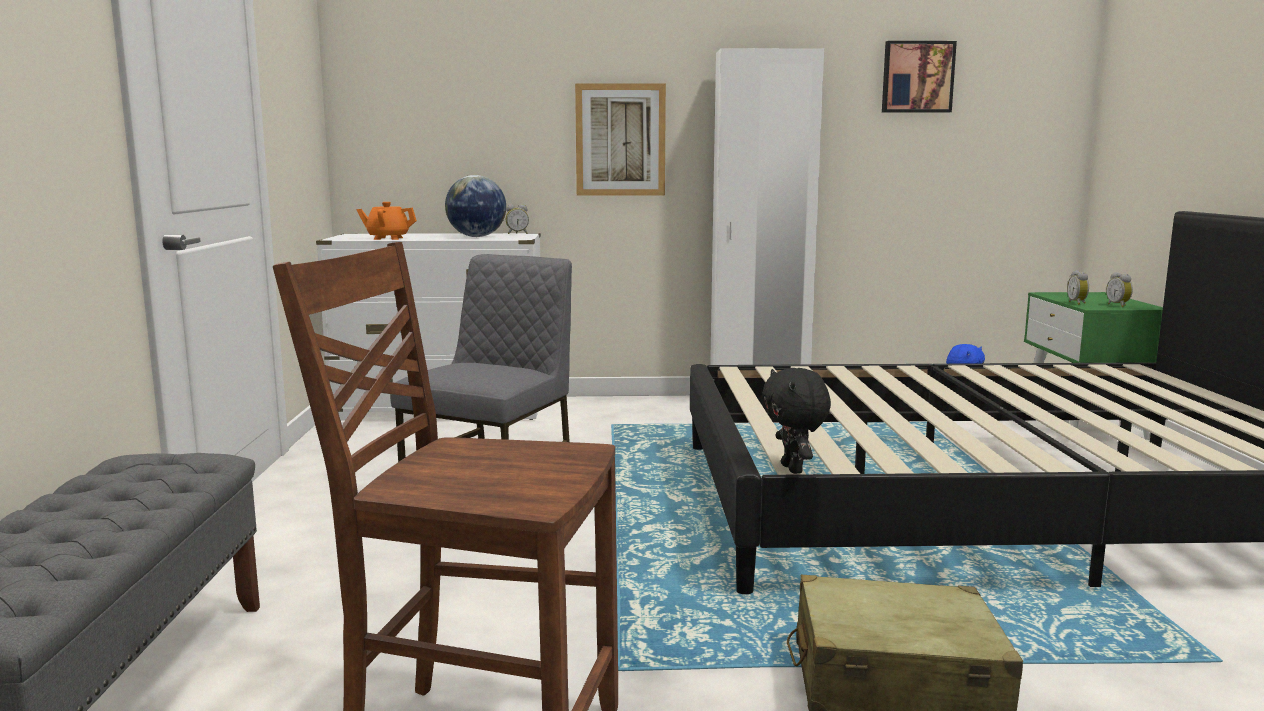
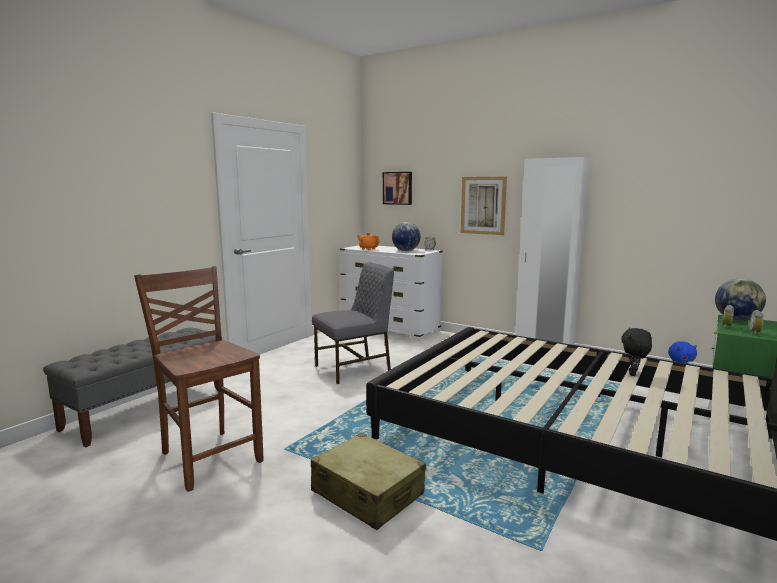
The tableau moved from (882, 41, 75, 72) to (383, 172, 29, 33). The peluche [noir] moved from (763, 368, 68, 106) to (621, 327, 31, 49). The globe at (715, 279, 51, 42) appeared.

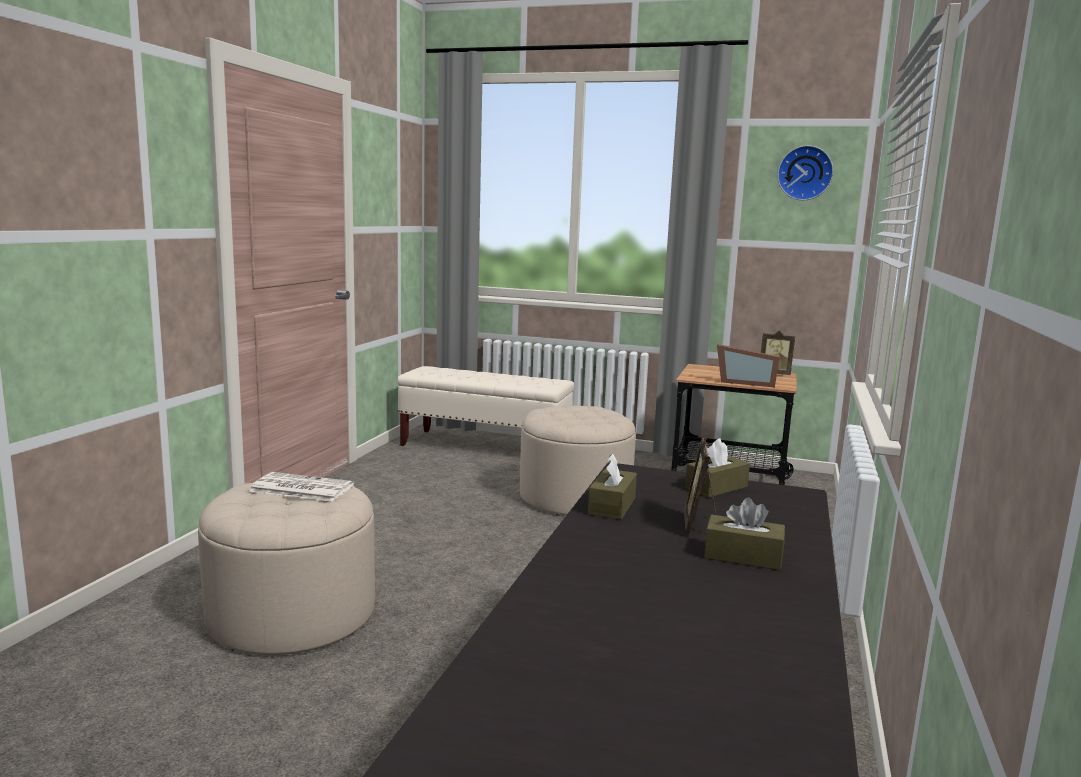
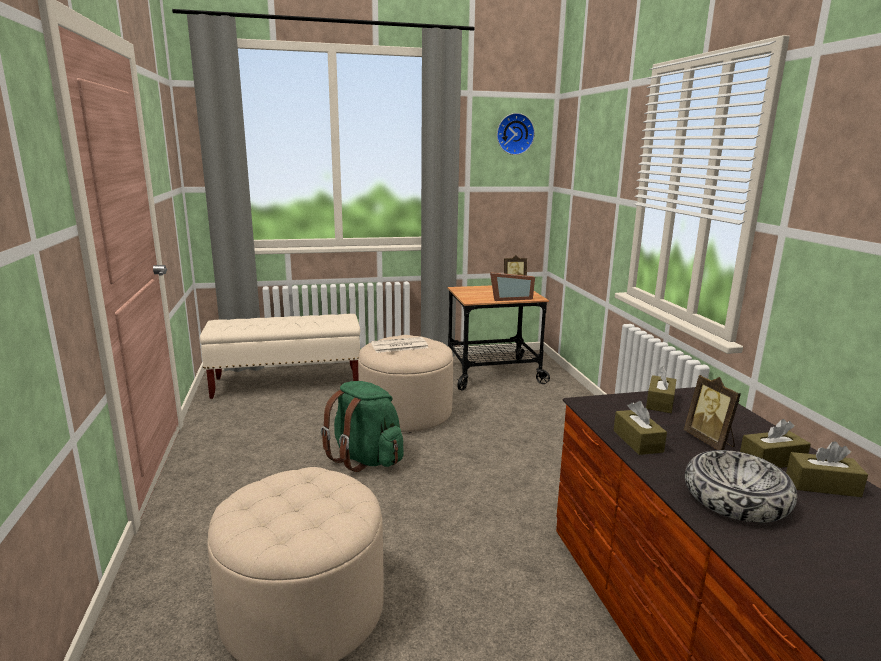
The sac à dos [vert] at (321, 381, 83, 91) appeared. The journal moved from (249, 472, 105, 29) to (371, 337, 57, 16). The bol at (685, 450, 112, 73) appeared. The boîte à mouchoirs [marron] at (786, 441, 82, 56) appeared.

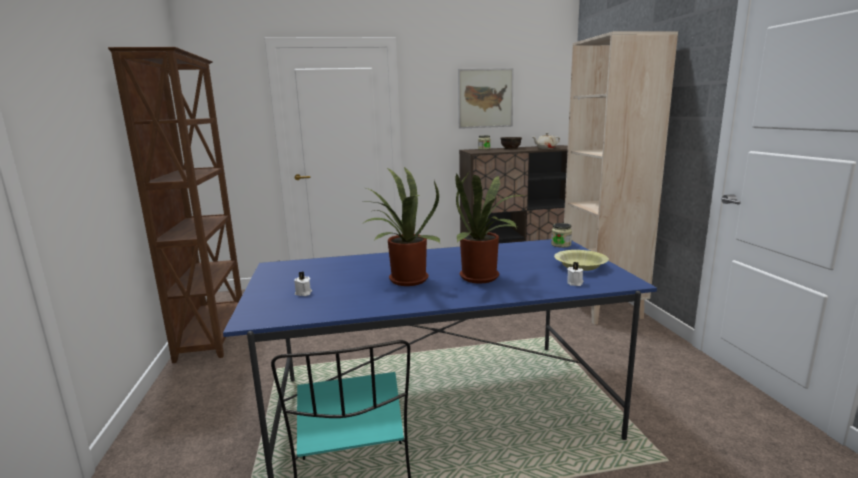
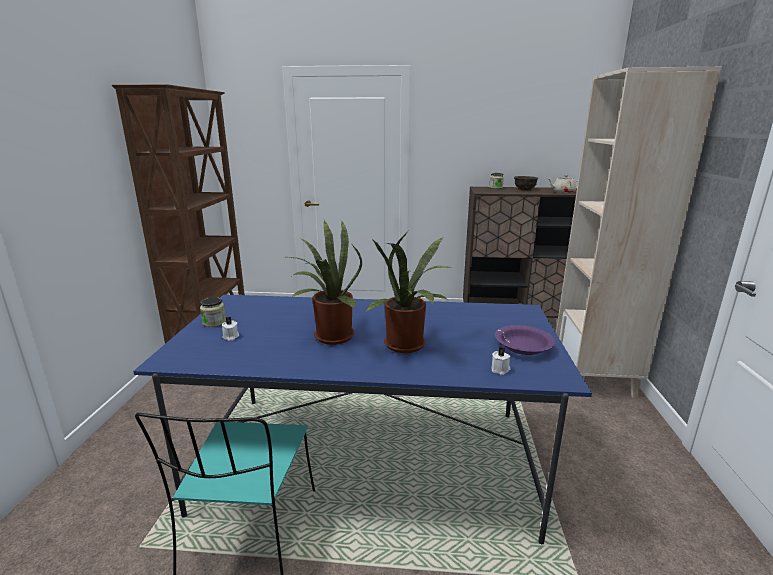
The bocal moved from (551, 223, 21, 25) to (200, 297, 26, 30). The bol [jaune] at (554, 250, 55, 21) became the bol [violet] at (495, 325, 61, 30). The tableau at (458, 68, 56, 61) disappeared.

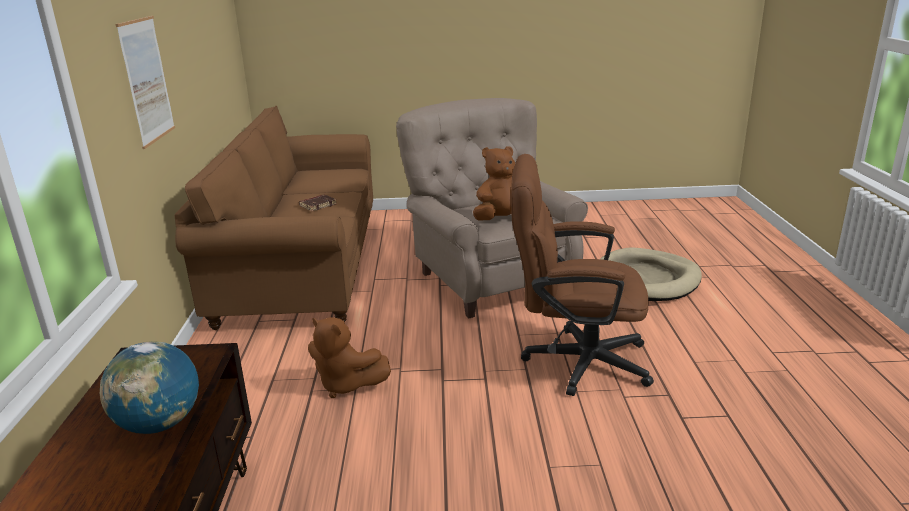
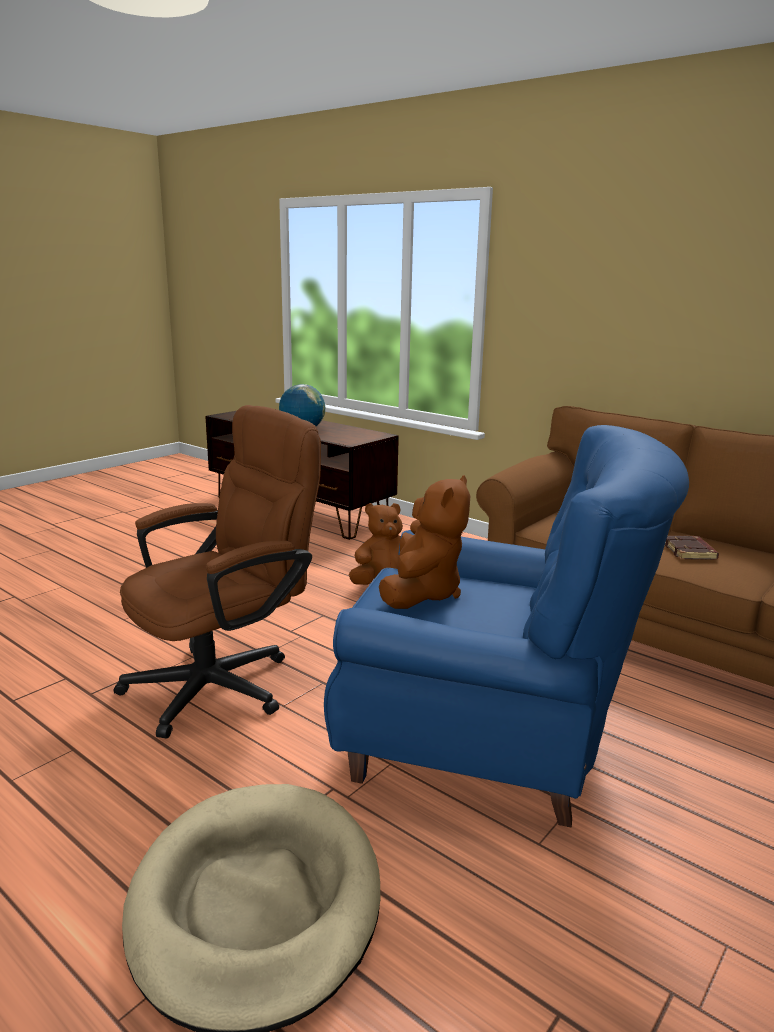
The fauteuil [beige] at (396, 98, 192, 221) became the fauteuil [bleu] at (324, 425, 365, 403). The tableau at (116, 16, 59, 133) disappeared.

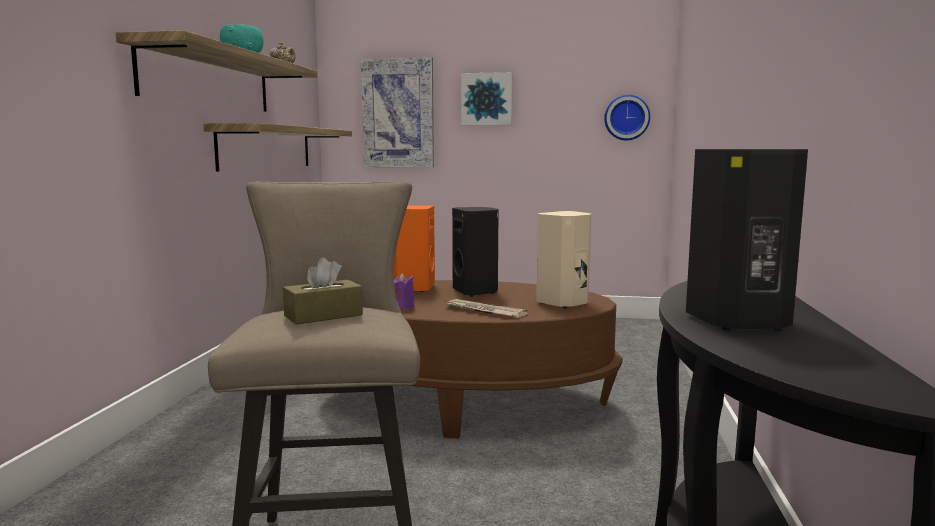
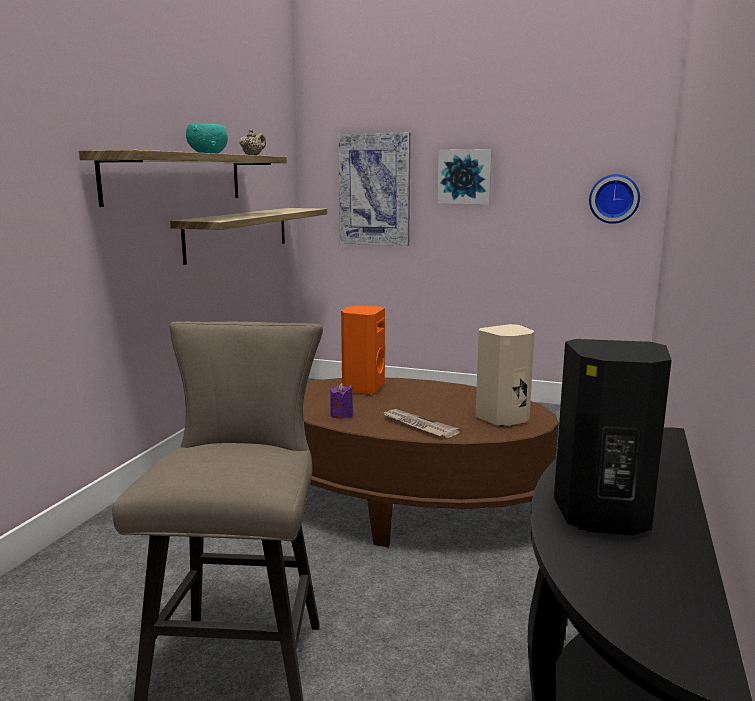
The boîte à mouchoirs [marron] at (283, 257, 80, 68) disappeared. The enceinte [noir] at (452, 207, 47, 90) disappeared.

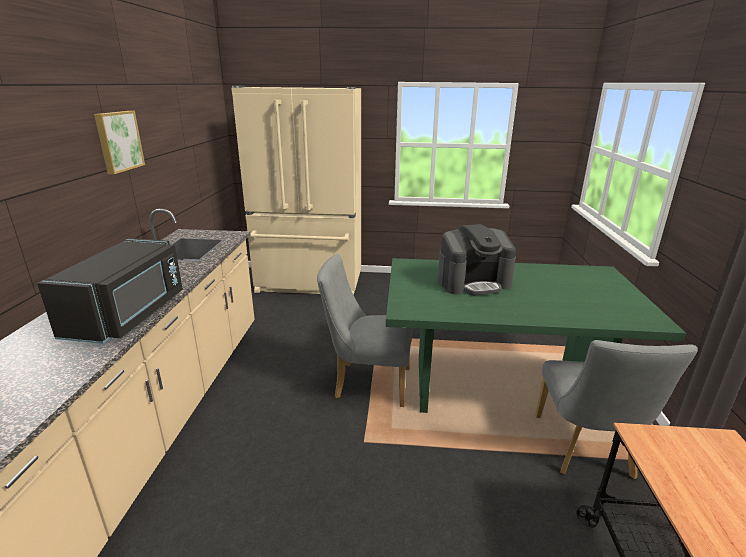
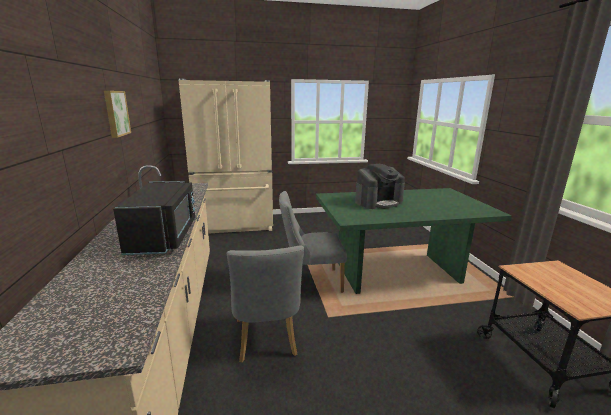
The chaise [gris] moved from (535, 340, 163, 139) to (227, 246, 77, 117).

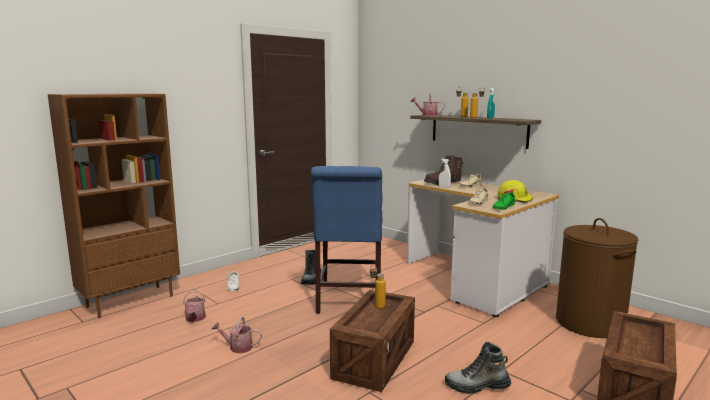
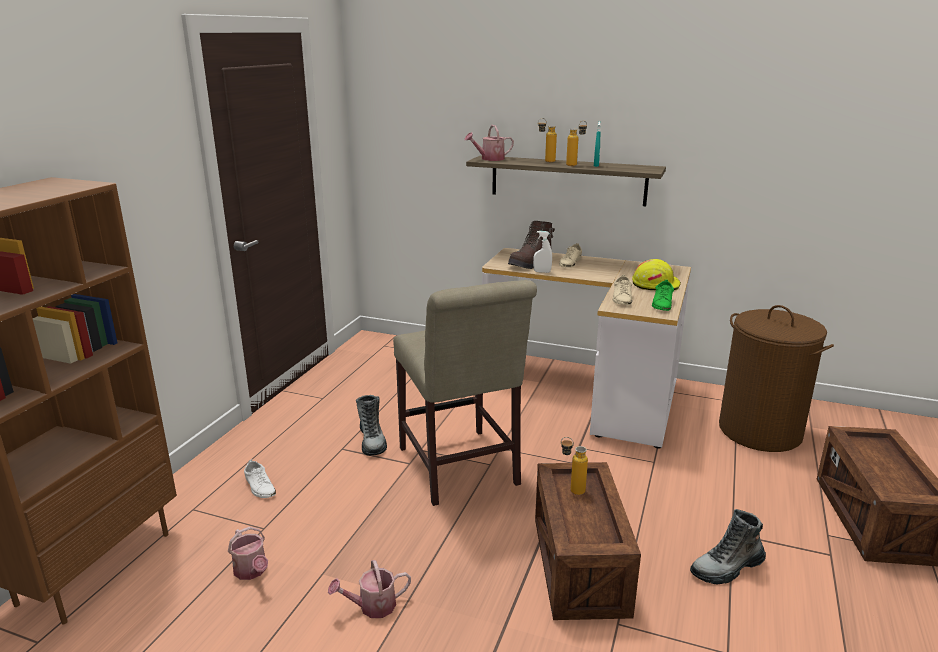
The chaise [bleu] at (311, 166, 72, 148) became the chaise [beige] at (393, 280, 144, 226).

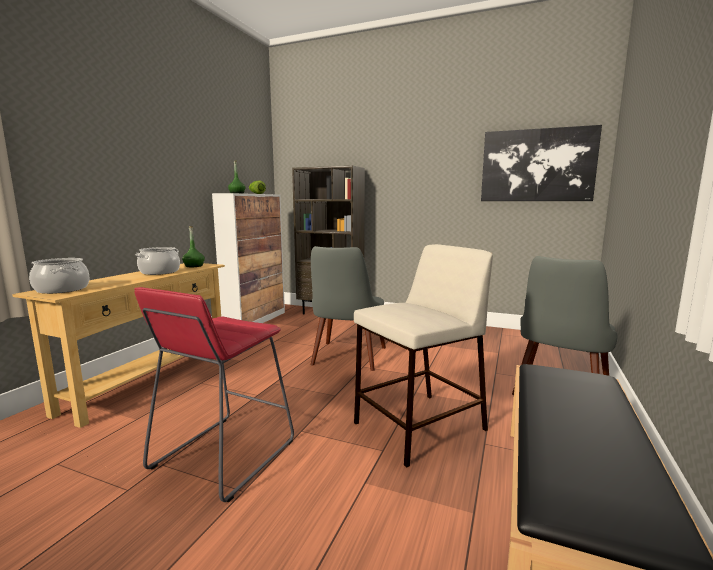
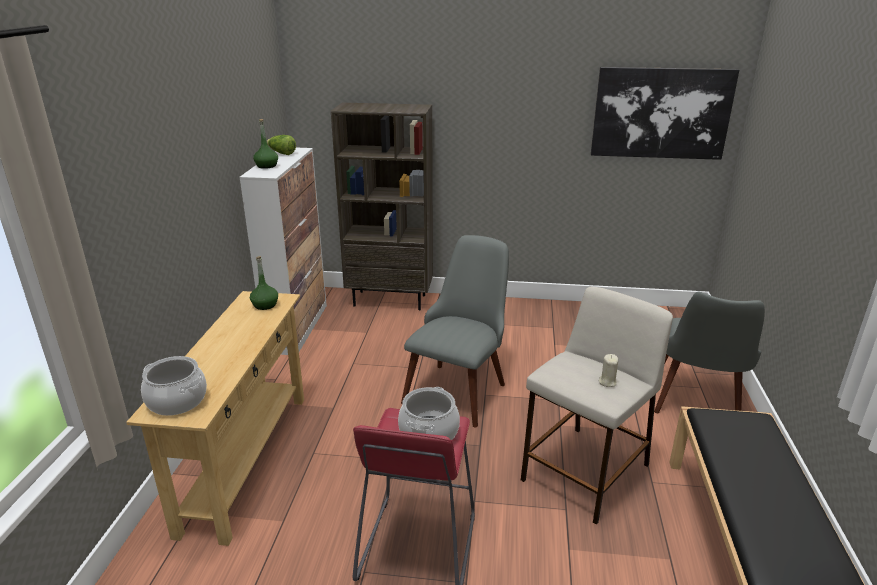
The marmite moved from (135, 247, 45, 28) to (398, 387, 62, 53). The chaise [gris] at (311, 246, 75, 125) turned 150 degrees counterclockwise. The bougie [beige] at (599, 354, 19, 33) appeared.

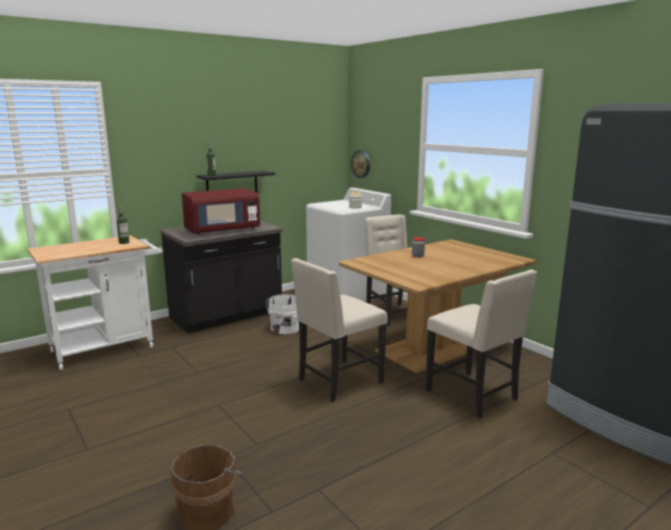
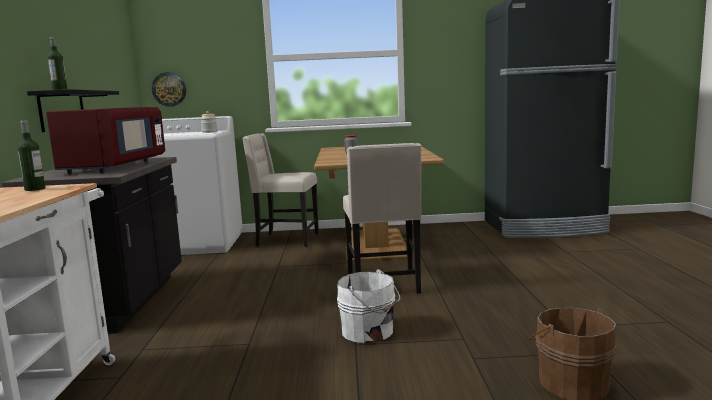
The seau [blanc] moved from (266, 294, 33, 40) to (337, 269, 63, 74). The chaise [beige] at (426, 269, 111, 149) disappeared.

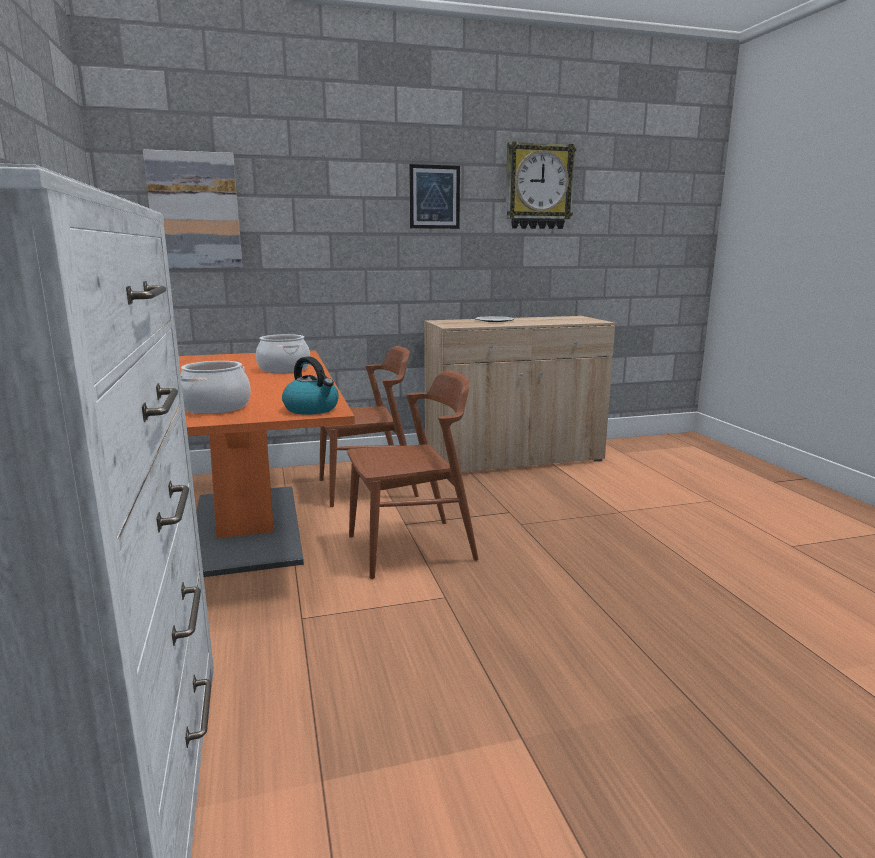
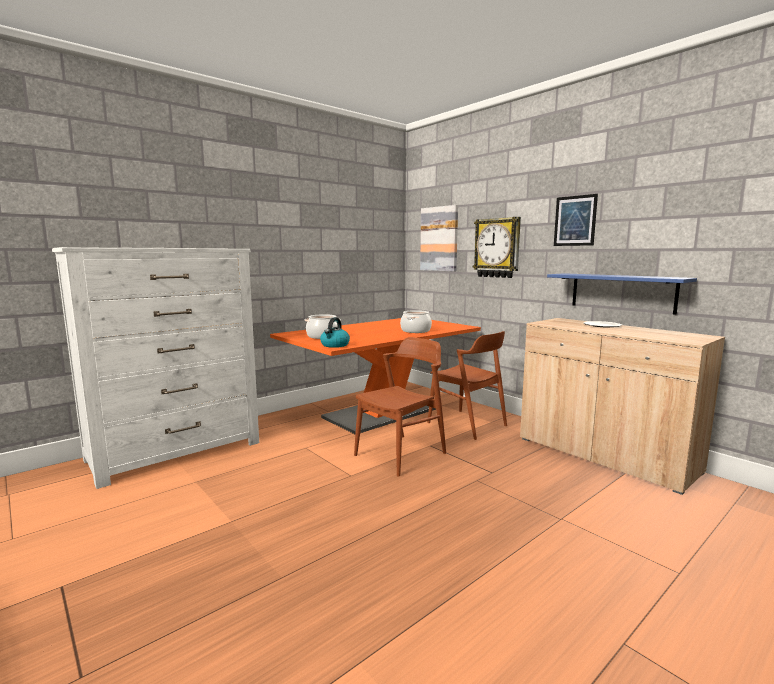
The chaise [marron] at (347, 370, 132, 209) turned 90 degrees counterclockwise. The horloge murale moved from (505, 141, 72, 88) to (473, 217, 48, 61). The étagère [bleu] at (547, 273, 150, 42) appeared.

